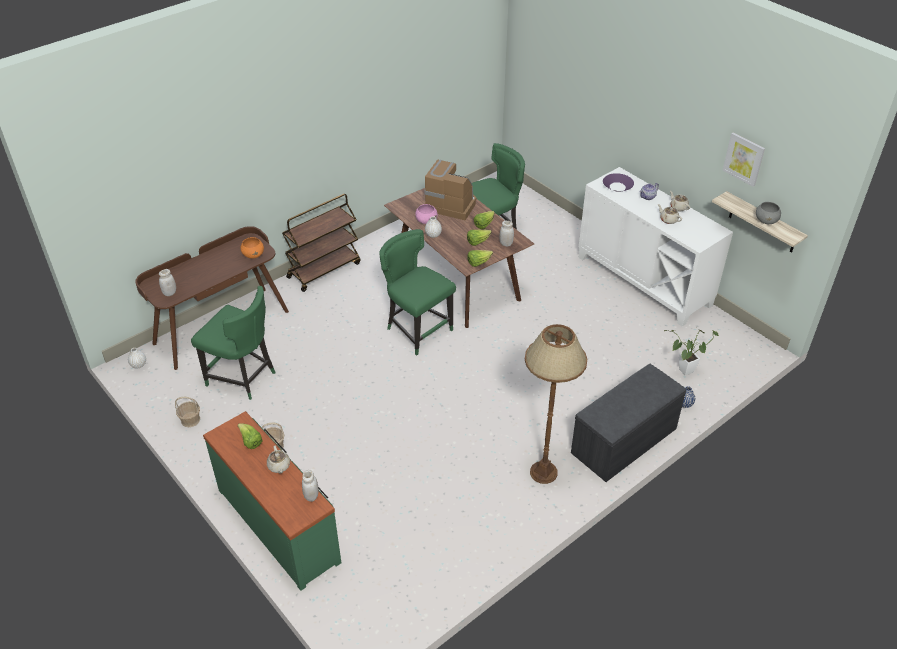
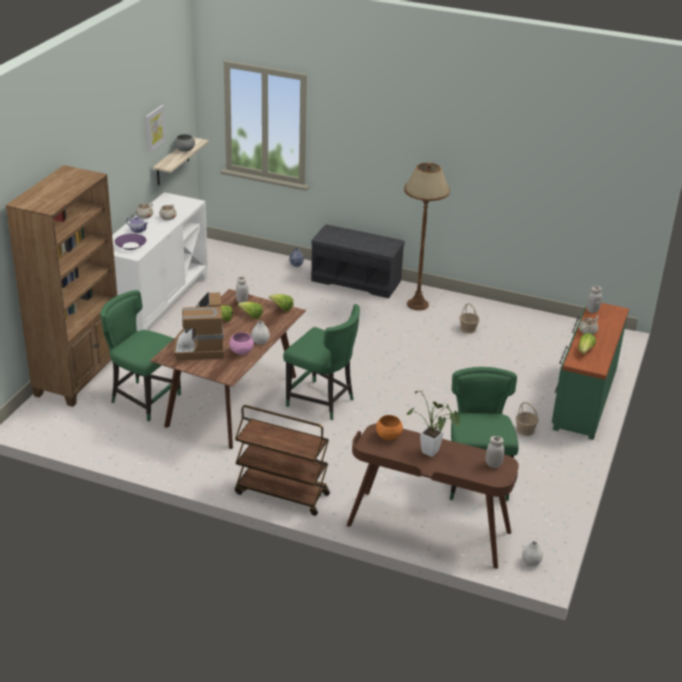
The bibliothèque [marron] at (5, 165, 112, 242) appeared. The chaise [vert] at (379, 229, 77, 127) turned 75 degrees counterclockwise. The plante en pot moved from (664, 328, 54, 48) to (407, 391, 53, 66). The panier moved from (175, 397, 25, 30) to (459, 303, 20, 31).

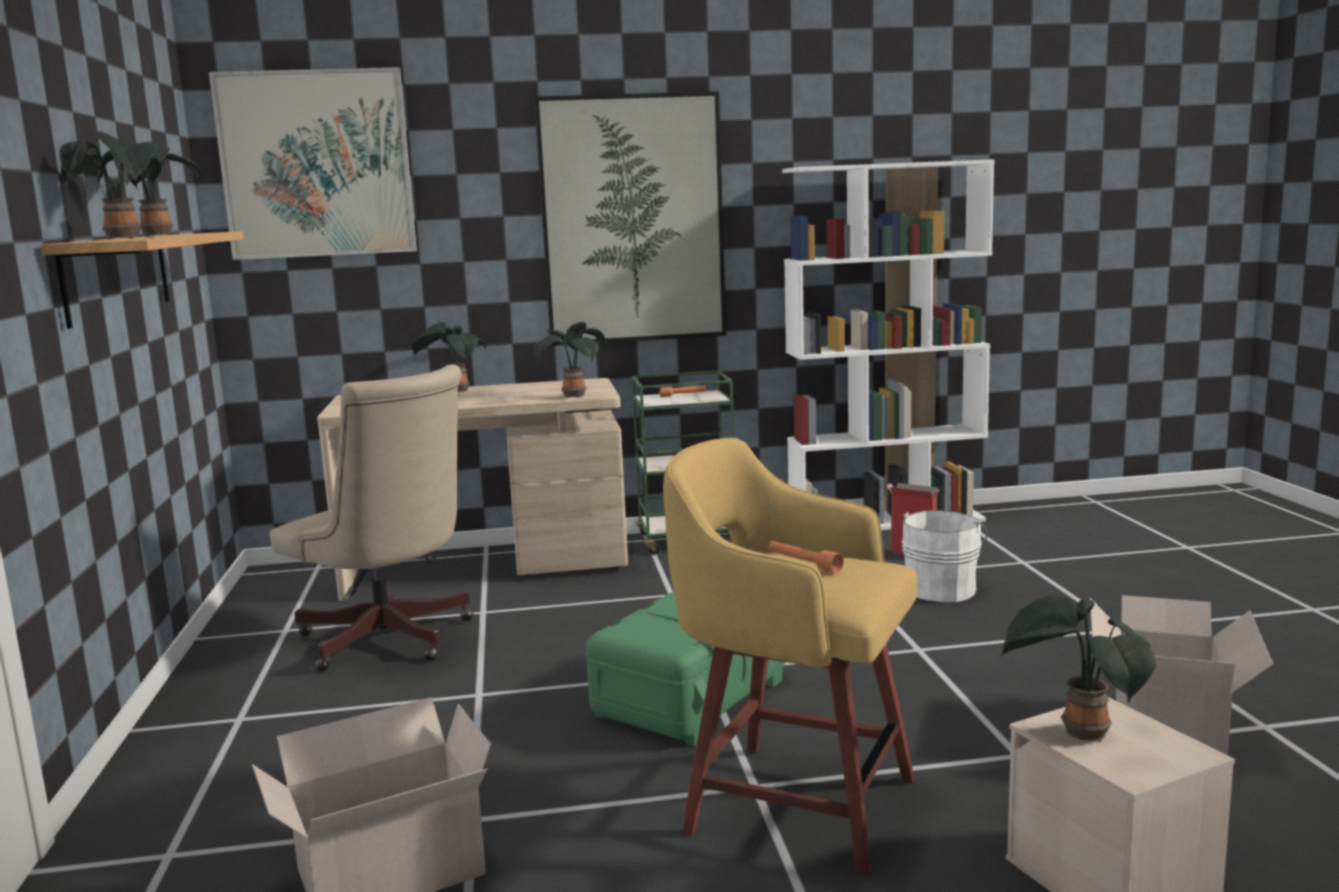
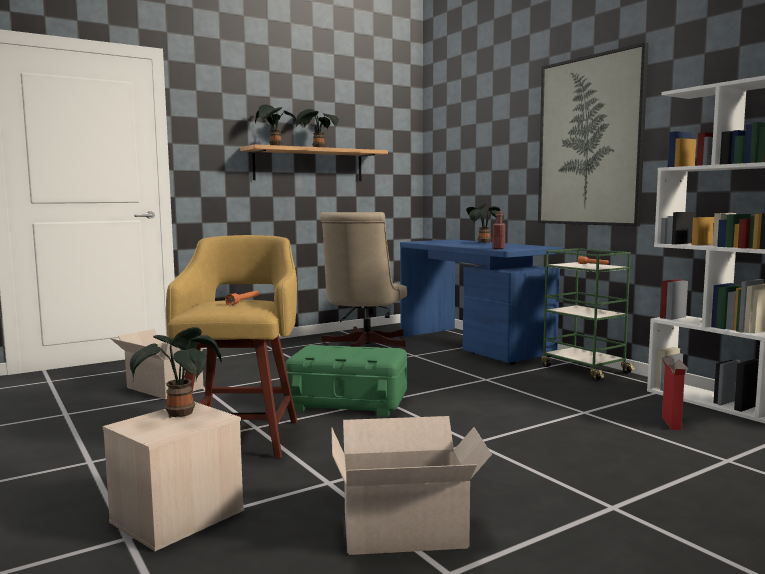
The bureau [beige] at (317, 378, 311, 223) became the bureau [bleu] at (400, 239, 163, 126). The plante en pot at (534, 322, 73, 76) was replaced by the bouteille [rouge] at (492, 211, 13, 38). The tableau at (209, 67, 208, 193) disappeared. The seau [blanc] at (901, 510, 87, 92) disappeared.

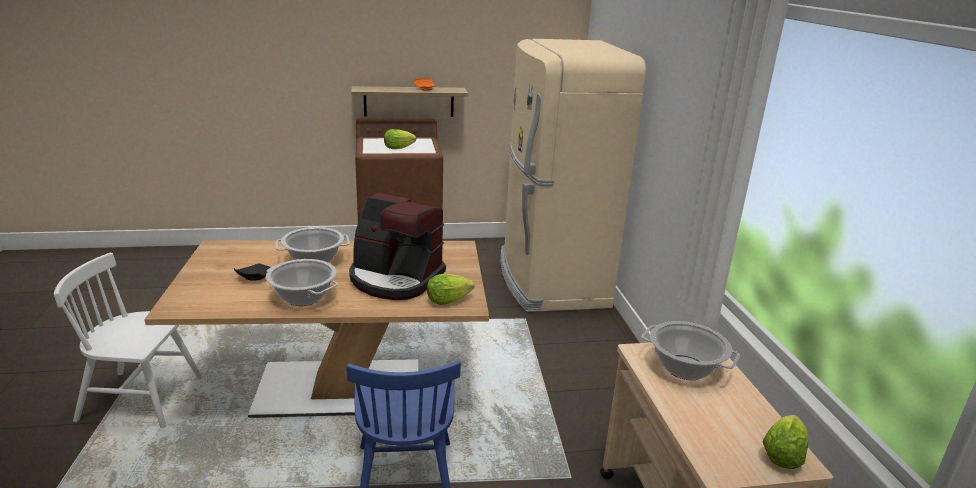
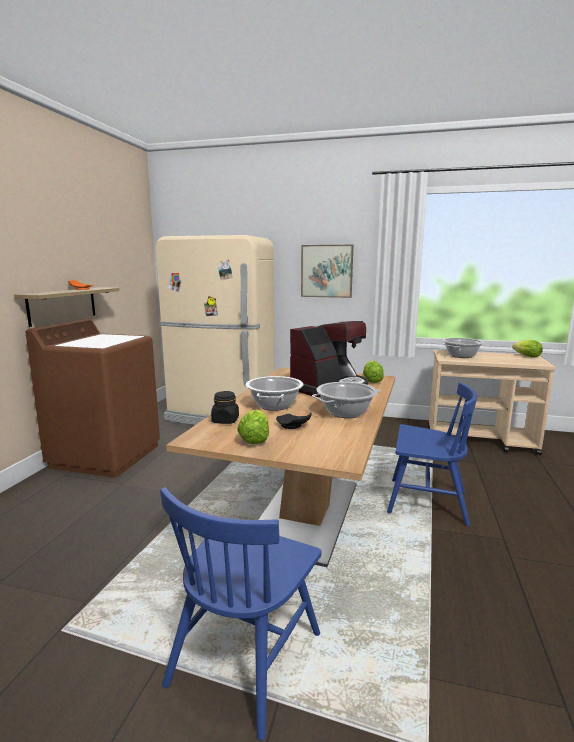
The chaise [blanc] at (54, 253, 149, 175) became the chaise [bleu] at (160, 487, 162, 253). The bocal [noir] at (211, 391, 28, 33) appeared. The laitue moved from (384, 129, 32, 20) to (237, 409, 32, 35). The tableau at (301, 245, 53, 53) appeared.

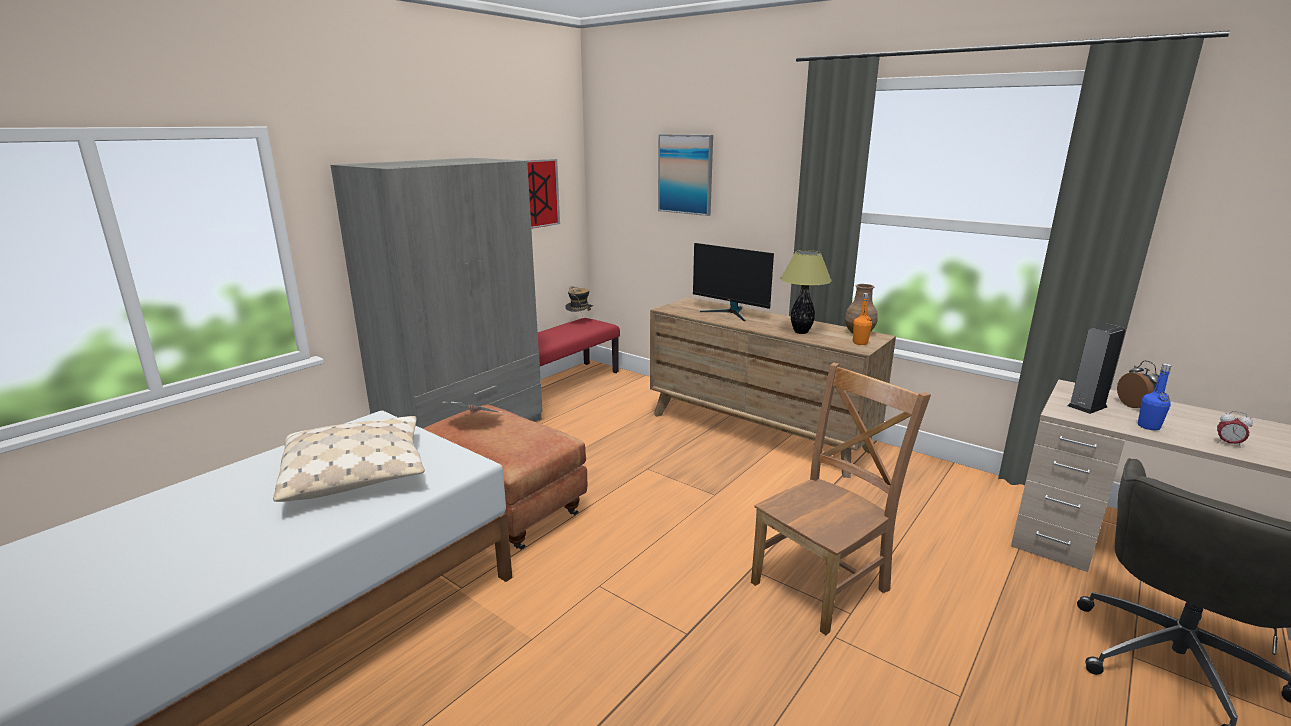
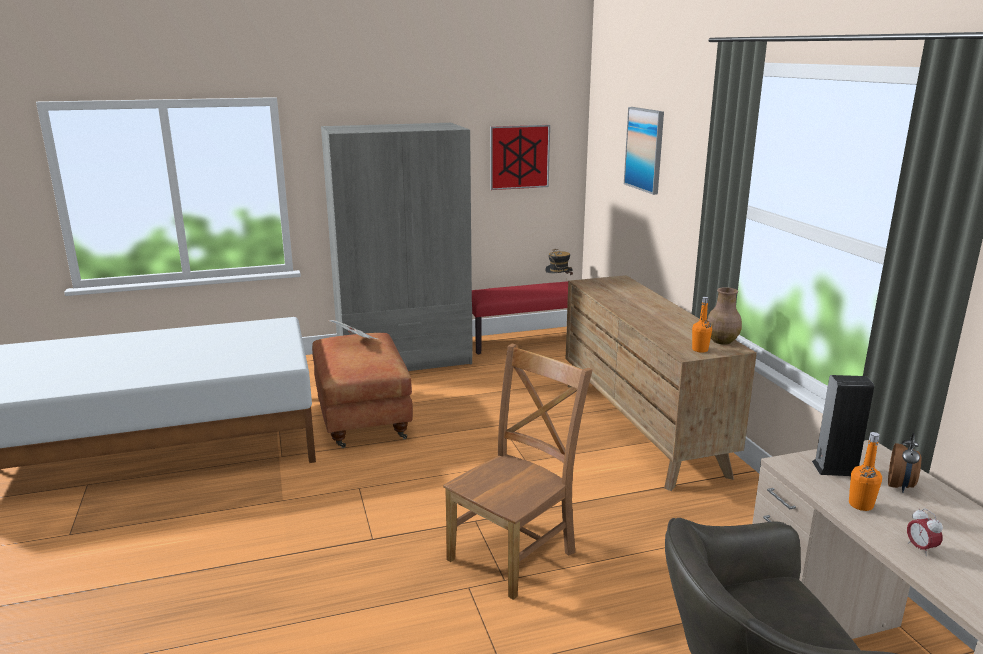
The chaise [marron] at (751, 363, 180, 272) turned 45 degrees counterclockwise. The bouteille [bleu] at (1138, 363, 34, 67) became the bouteille [orange] at (849, 432, 33, 79). The coussin [beige] at (273, 416, 152, 86) disappeared. The écran d'ordinateur at (693, 243, 81, 78) disappeared. The lampe de table at (780, 250, 52, 84) disappeared.

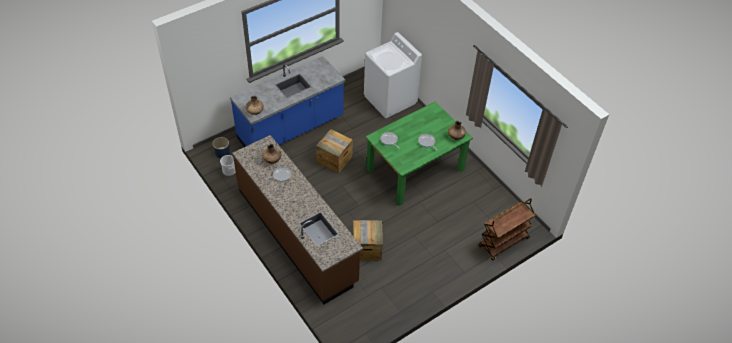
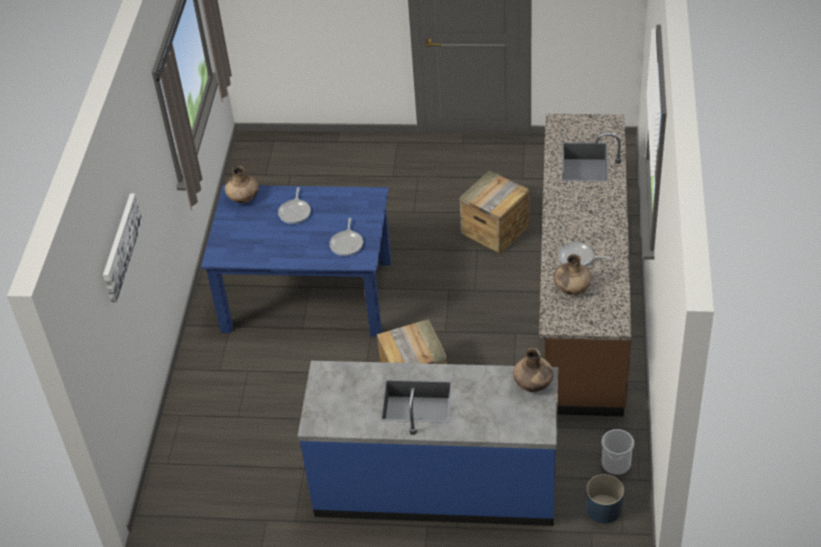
The tableau at (103, 193, 39, 109) appeared. The table à manger [vert] at (365, 102, 108, 104) became the table à manger [bleu] at (201, 185, 190, 152). The lave-linge [blanc] at (364, 32, 58, 86) disappeared. The chariot [marron] at (479, 198, 57, 63) disappeared.

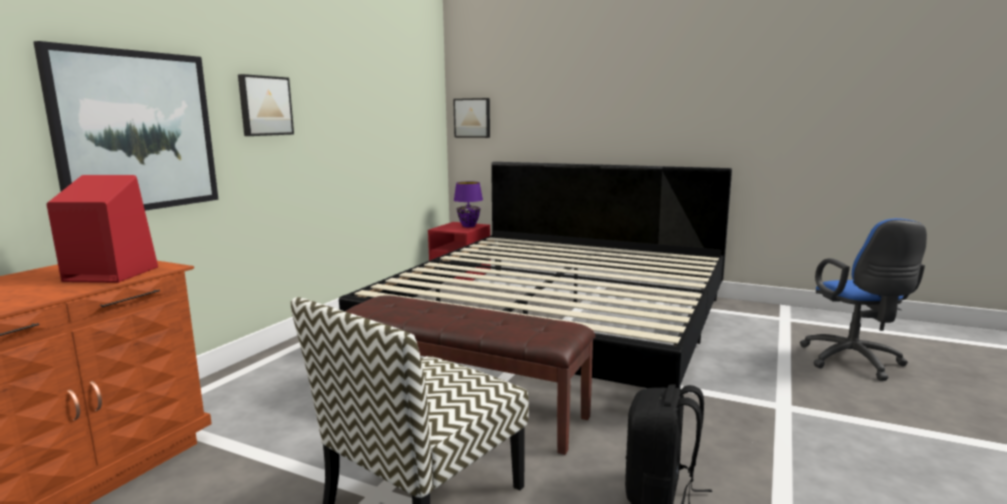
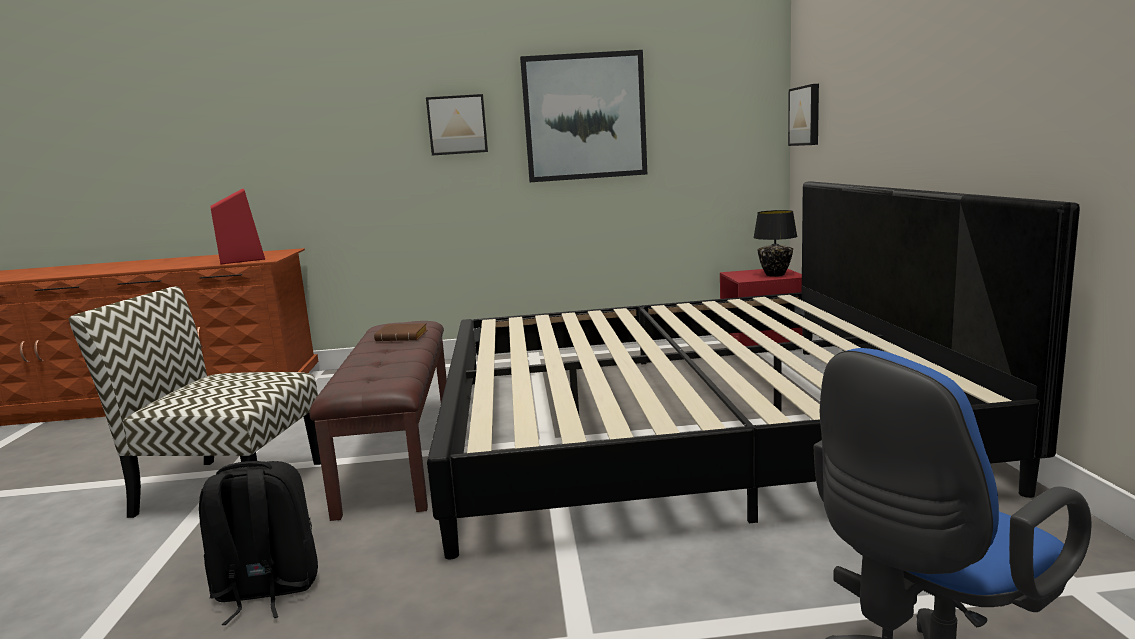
The livre [marron] at (374, 323, 53, 18) appeared. The tableau moved from (33, 41, 186, 170) to (520, 50, 127, 132). The lampe de table [violet] at (454, 181, 29, 46) became the lampe de table [noir] at (753, 210, 45, 67).

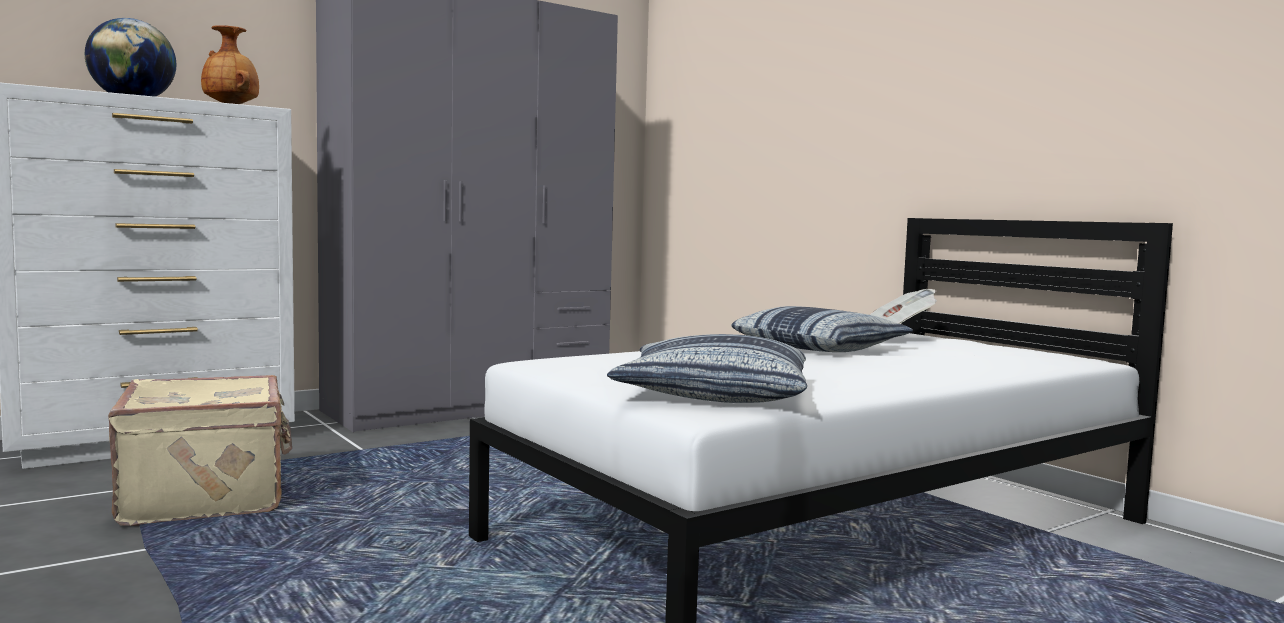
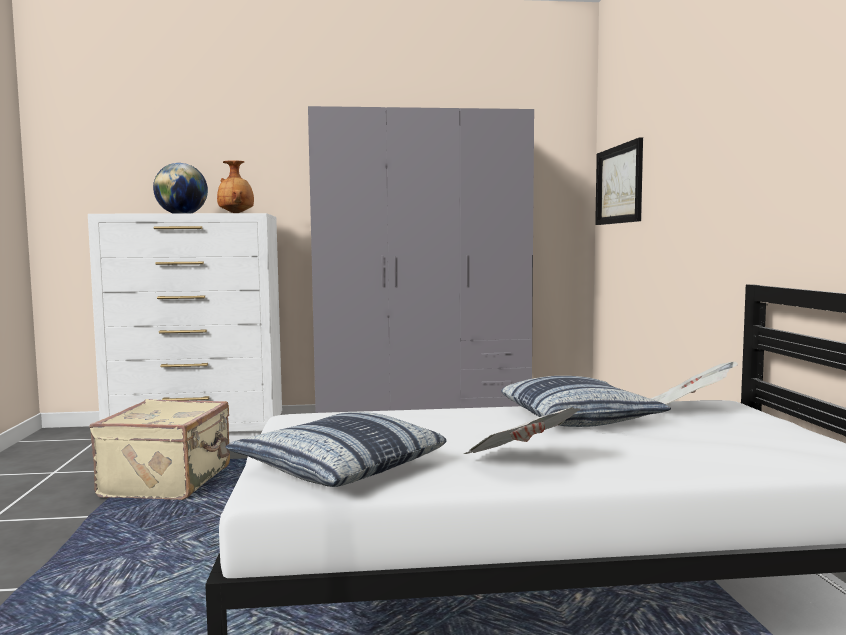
The journal at (464, 407, 116, 47) appeared. The tableau at (595, 138, 48, 87) appeared.

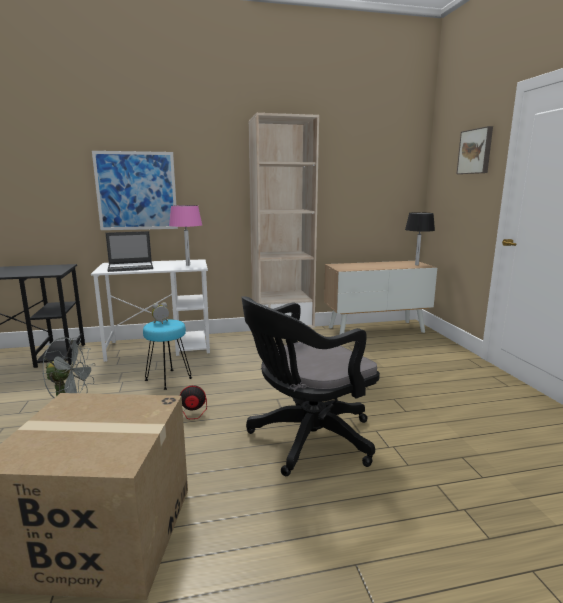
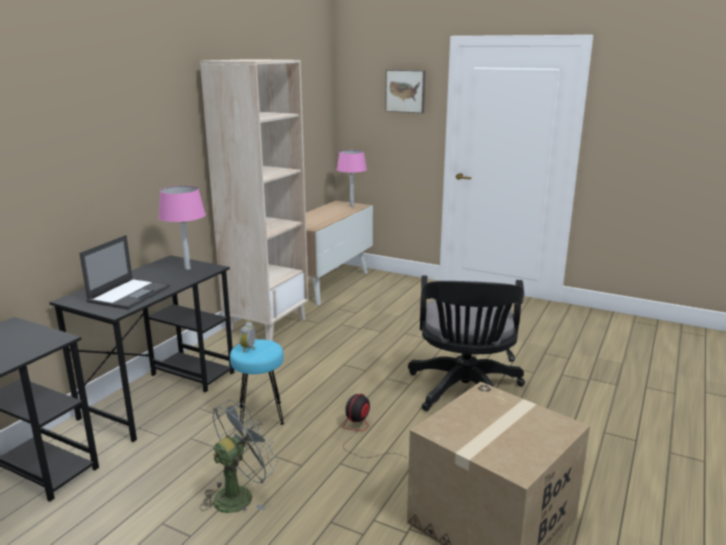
The bureau [blanc] at (91, 259, 119, 103) became the bureau [noir] at (49, 255, 185, 187). The lampe de table [noir] at (405, 212, 30, 53) became the lampe de table [rose] at (337, 150, 30, 57). The tableau at (92, 151, 86, 79) disappeared.

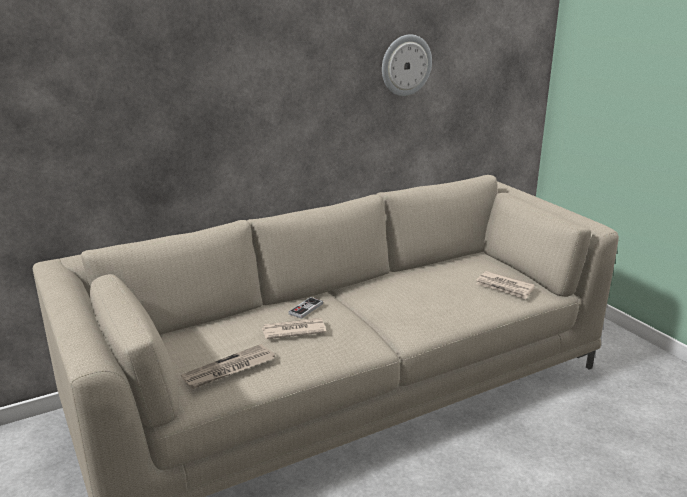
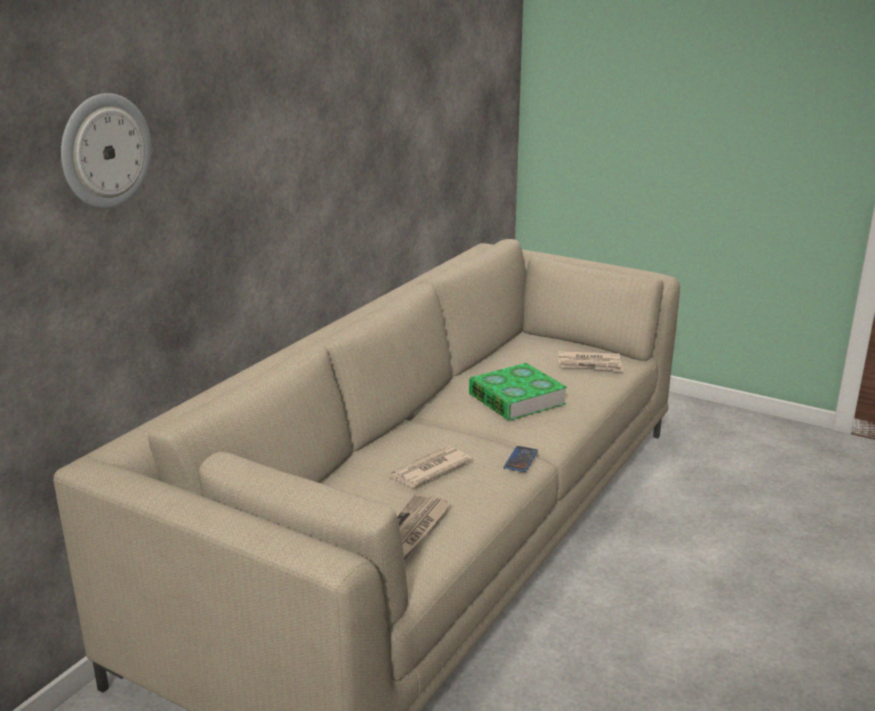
The horloge murale moved from (382, 34, 50, 62) to (61, 93, 91, 116). The livre at (469, 363, 98, 58) appeared. The téléphone at (504, 446, 34, 26) appeared. The manette at (288, 297, 35, 22) disappeared.

